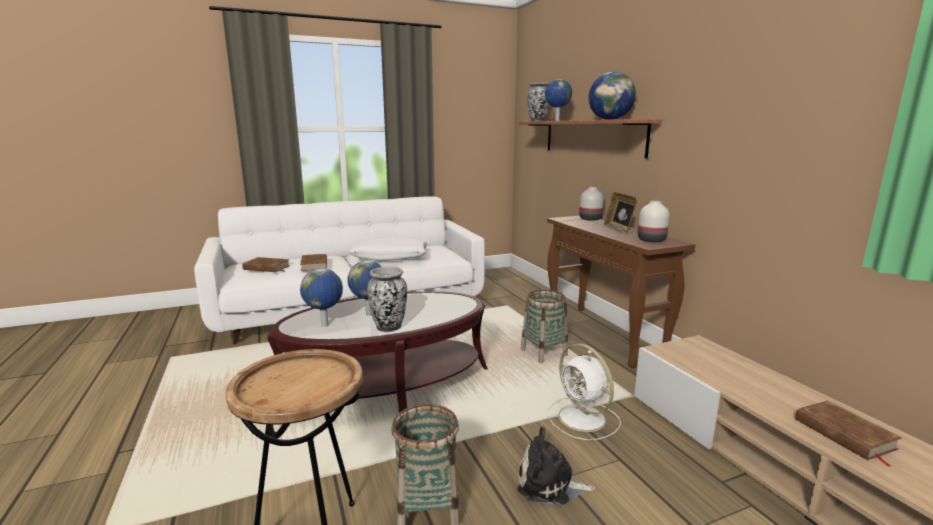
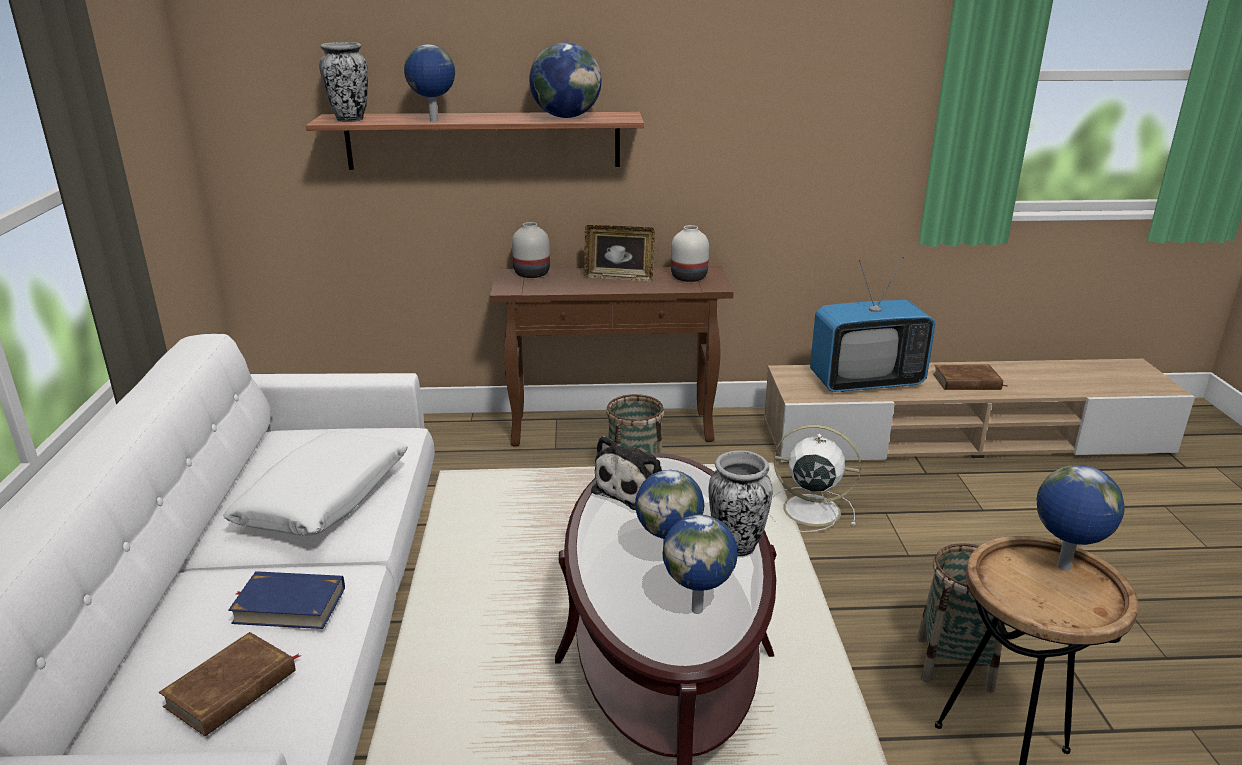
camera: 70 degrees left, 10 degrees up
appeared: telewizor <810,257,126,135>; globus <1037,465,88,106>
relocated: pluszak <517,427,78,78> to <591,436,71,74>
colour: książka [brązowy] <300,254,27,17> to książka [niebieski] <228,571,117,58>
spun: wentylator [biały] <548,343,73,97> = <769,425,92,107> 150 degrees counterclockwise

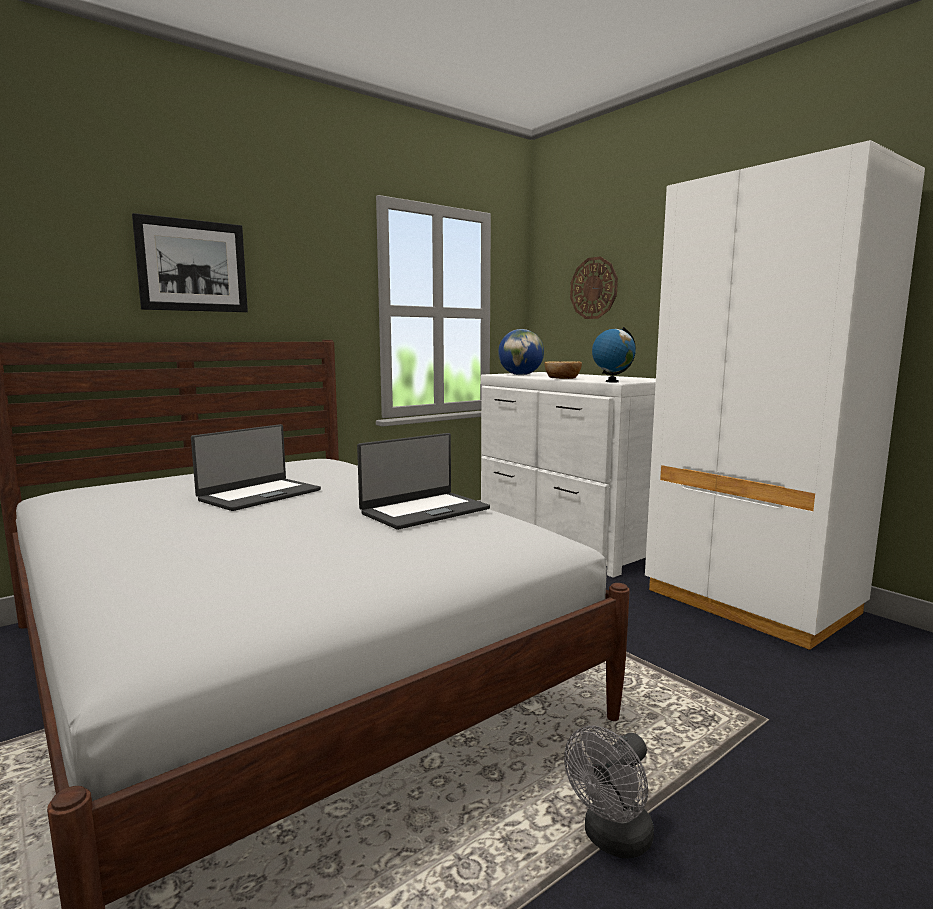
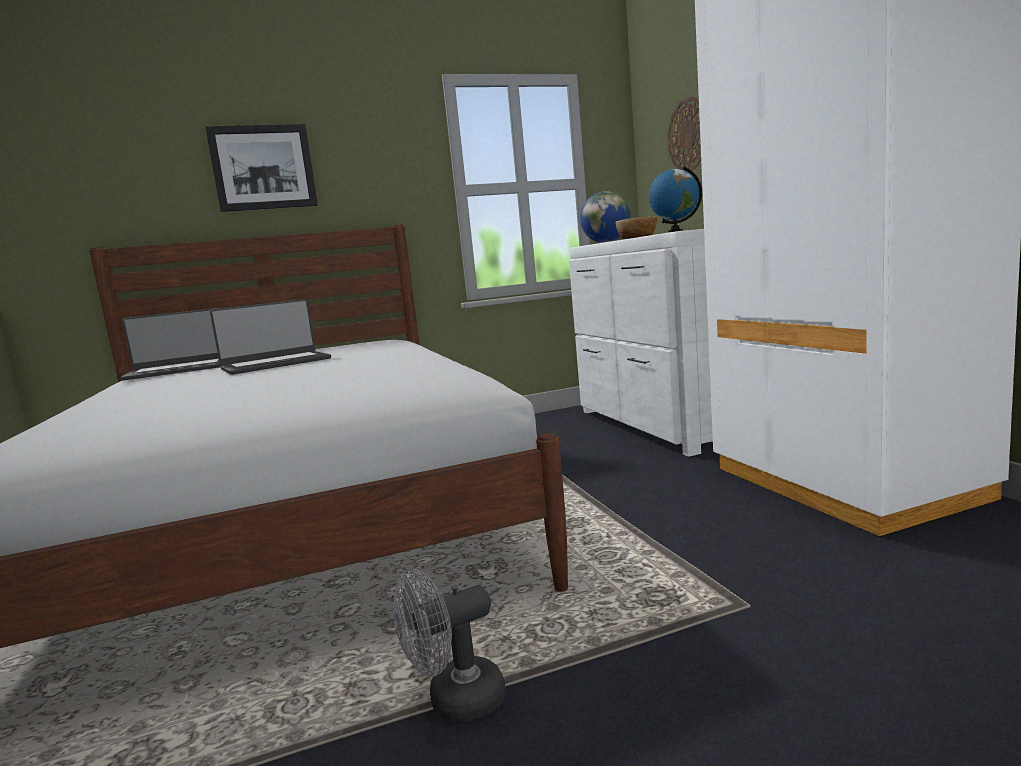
camera: 20 degrees right, 0 degrees up
relocated: laptop <357,433,133,97> to <121,308,100,72>

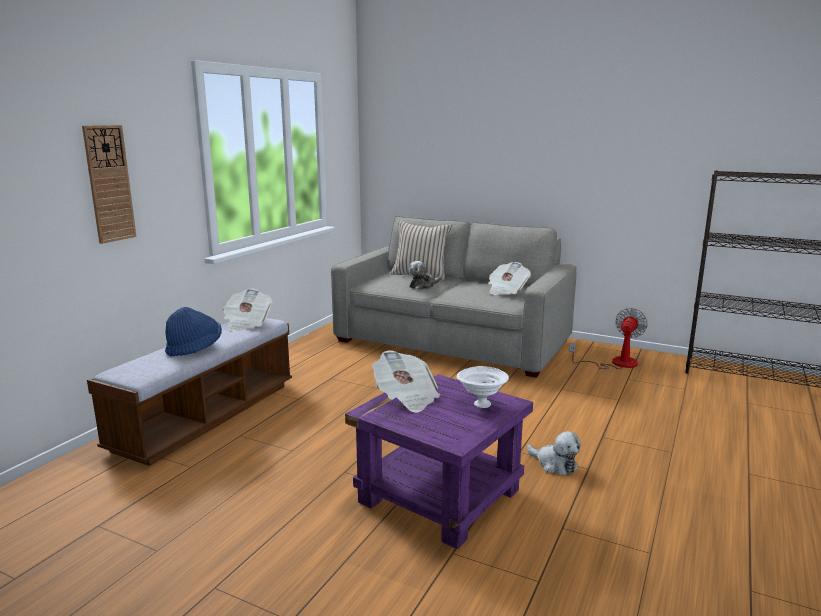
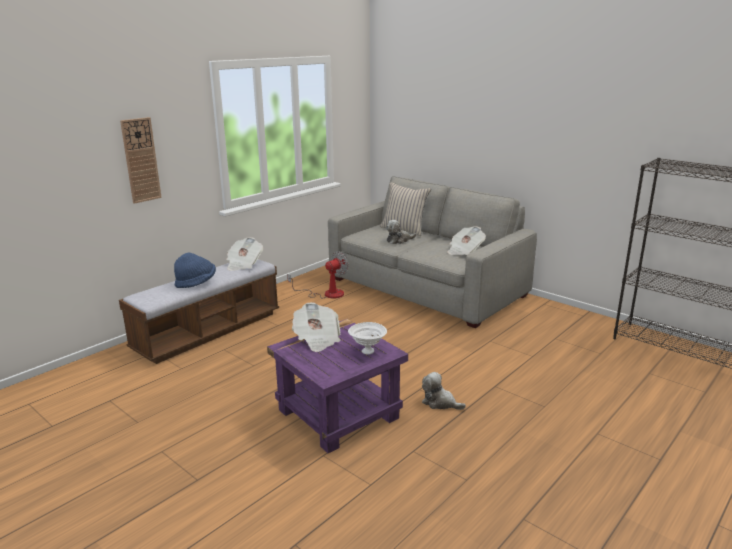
camera: 15 degrees right, 5 degrees up
relocated: wentylator <569,308,79,61> to <287,251,62,48>
spun: pluszak <527,431,54,44> = <422,372,44,38> 150 degrees clockwise

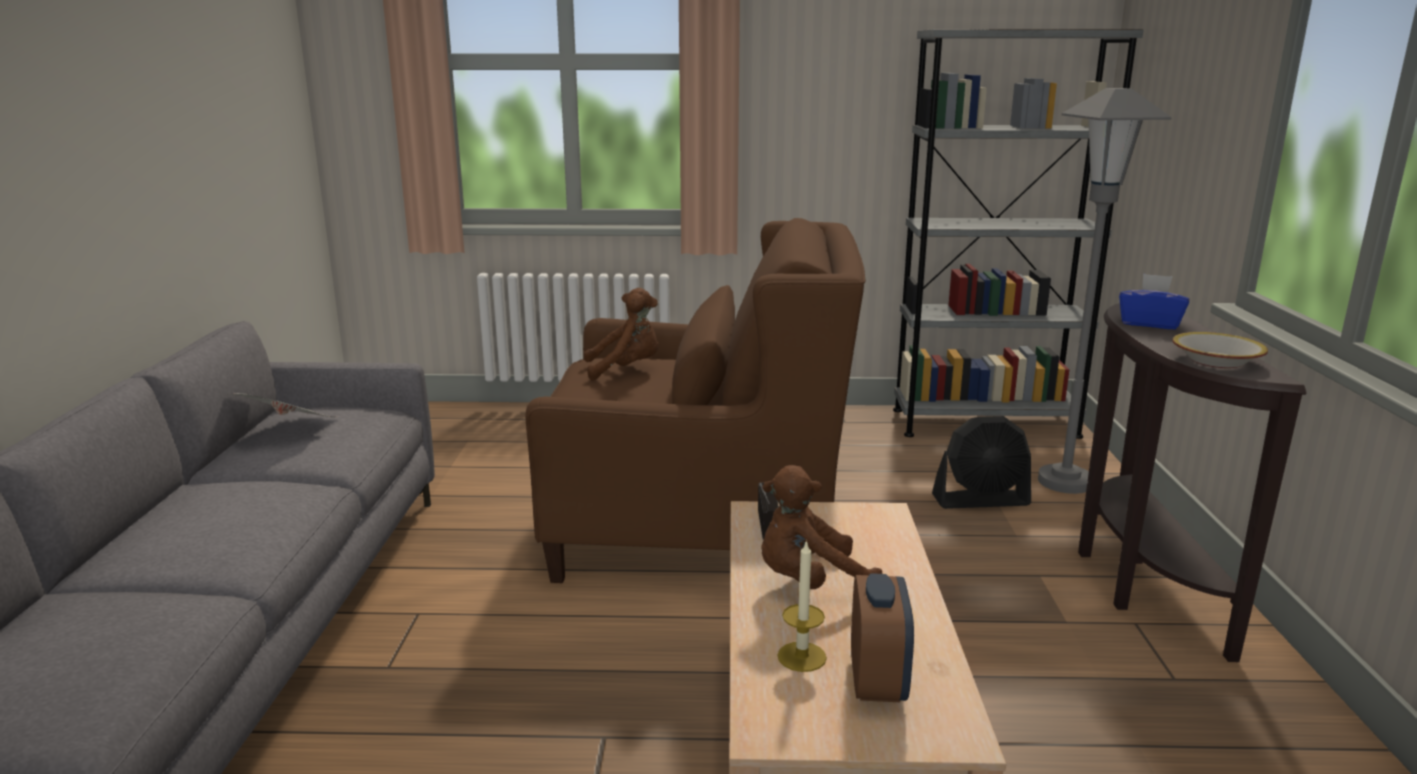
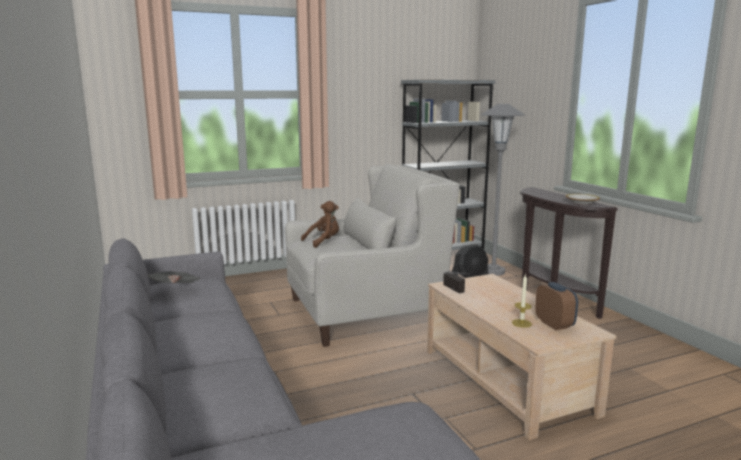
camera: 25 degrees left, 5 degrees down
missing: pluszak [brązowy] <761,465,121,124>; pudełko chusteczek [niebieski] <1119,273,70,56>
colour: fotel [brązowy] <525,218,341,365> to fotel [biały] <285,164,175,183>

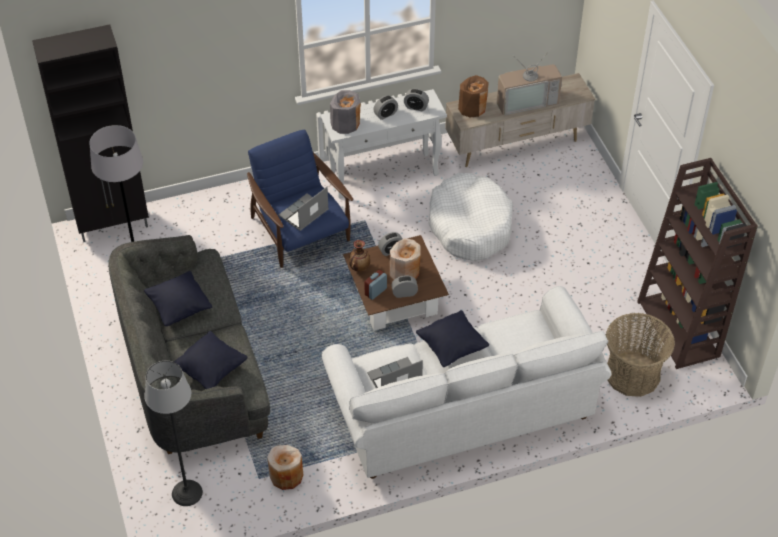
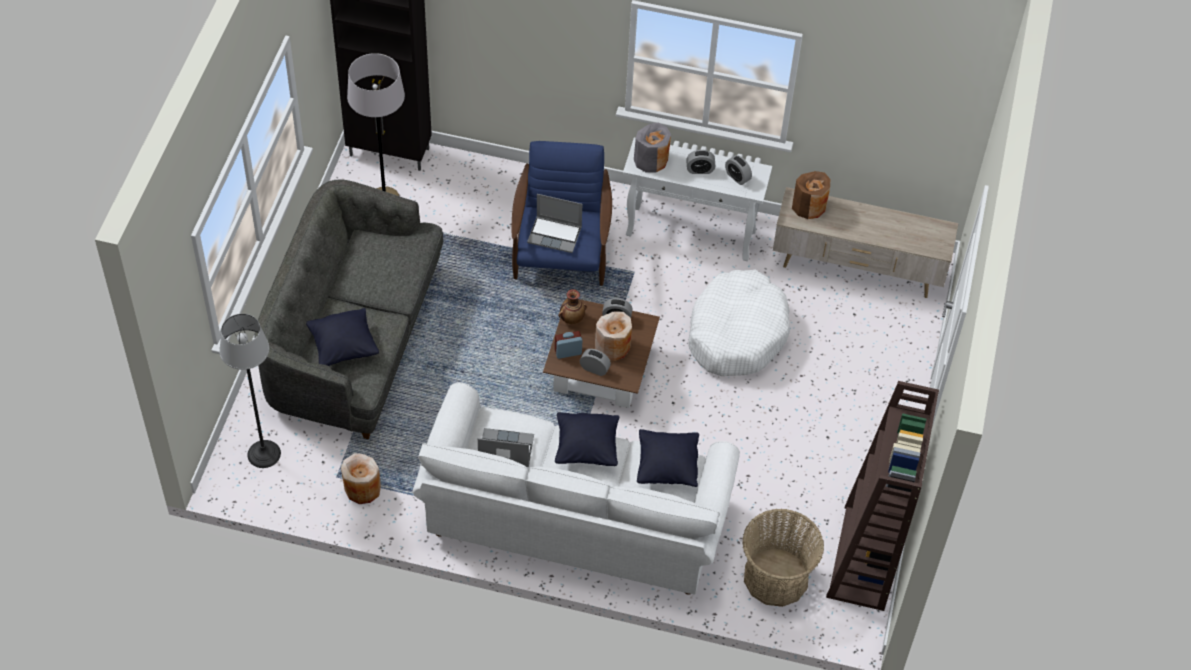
camera: 30 degrees right, 5 degrees up
missing: telewizor <497,50,65,65>
relocated: poduszka [czarny] <144,271,68,55> to <637,429,62,58>
spun: laptop <278,187,51,44> = <527,194,55,59> 150 degrees counterclockwise

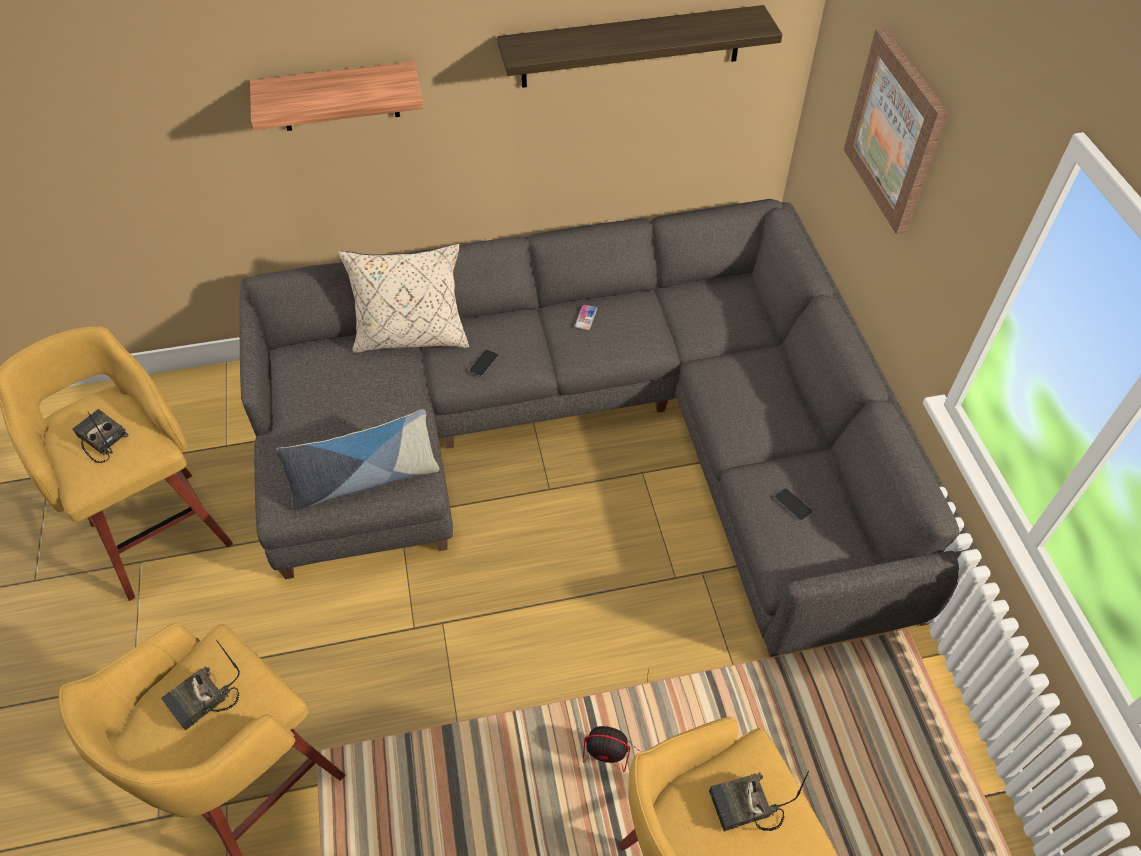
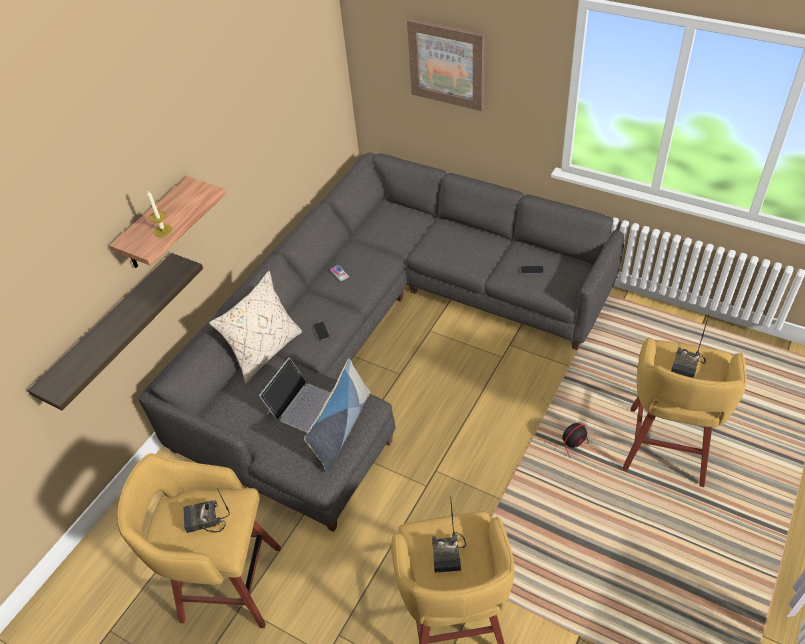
camera: 45 degrees left, 5 degrees down
appeared: świeca <147,191,26,46>; laptop <259,357,72,76>
relocated: półka <497,5,285,83> to <27,253,176,158>

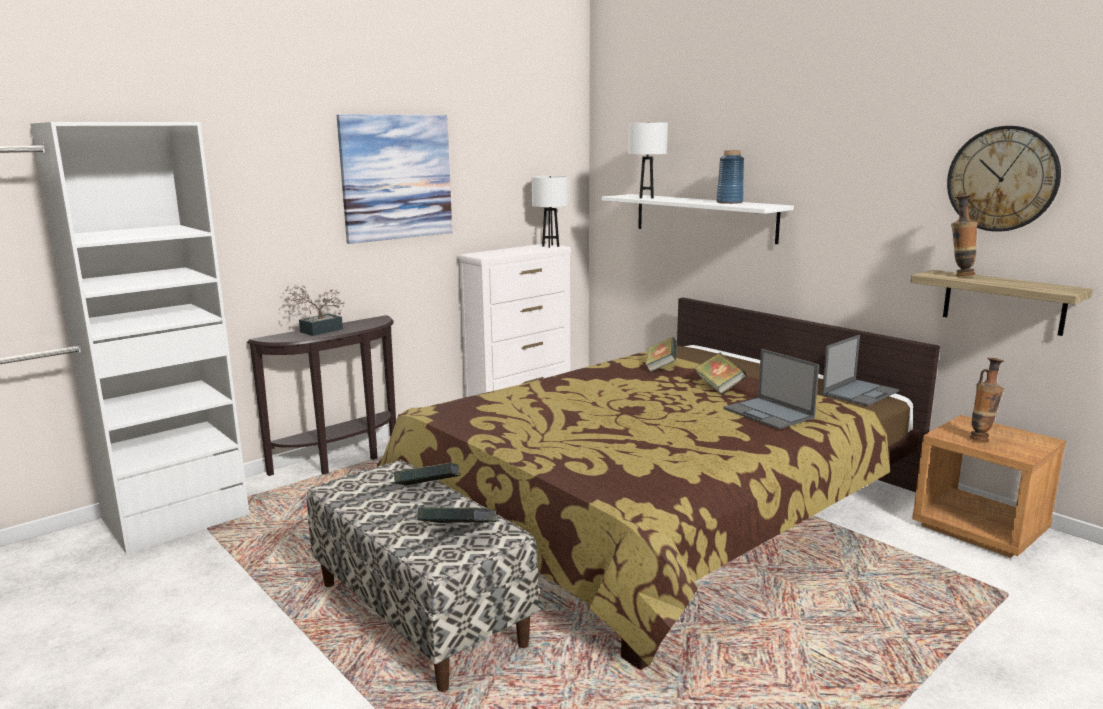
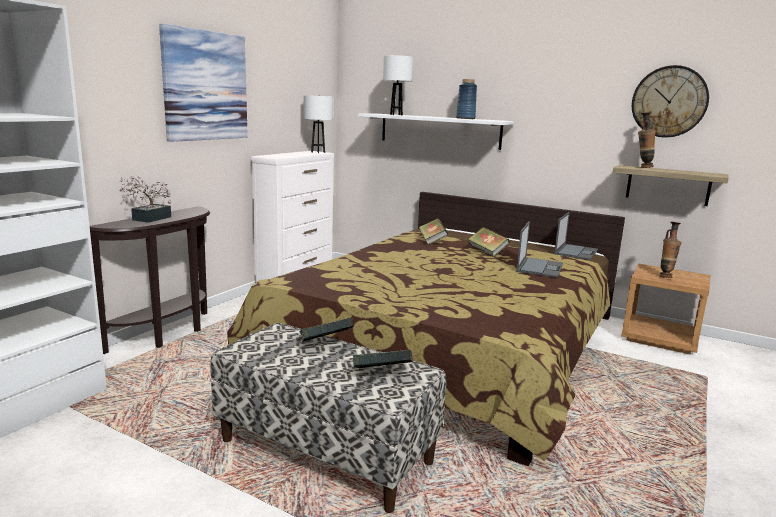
camera: 20 degrees left, 0 degrees up
spun: laptop <723,349,96,81> = <516,221,47,57> 105 degrees counterclockwise

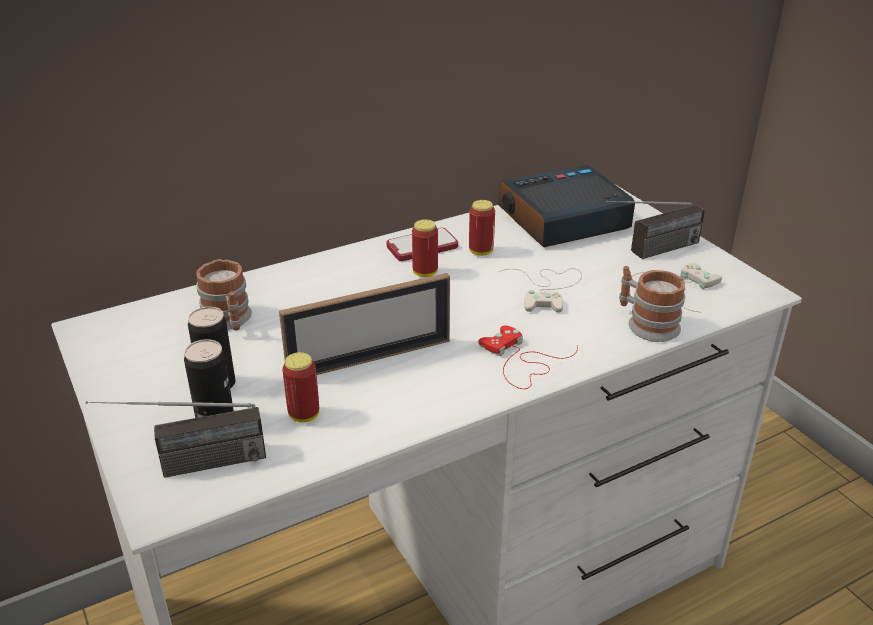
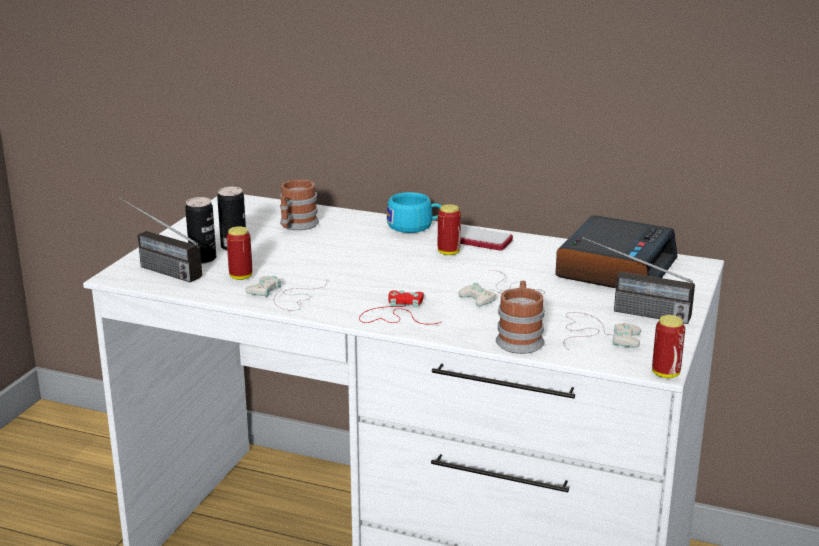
camera: 50 degrees right, 10 degrees down
missing: ramka na zdjęcie <279,273,171,102>
appeared: pad do gier [biały] <246,276,81,35>; filiżanka [turkusowy] <387,192,55,41>
relocated: puszka <469,200,26,56> to <652,315,33,63>
spun: budzik <498,165,137,82> = <555,215,123,73> 90 degrees clockwise

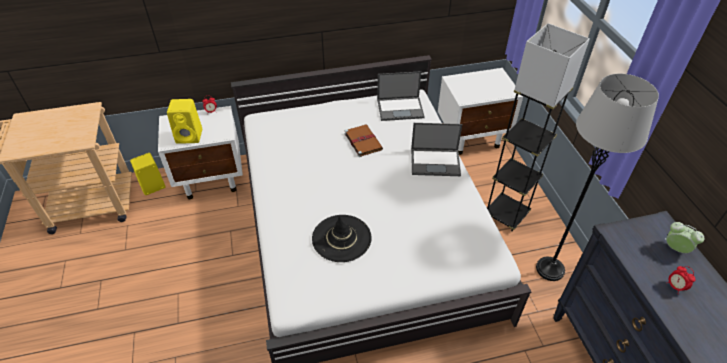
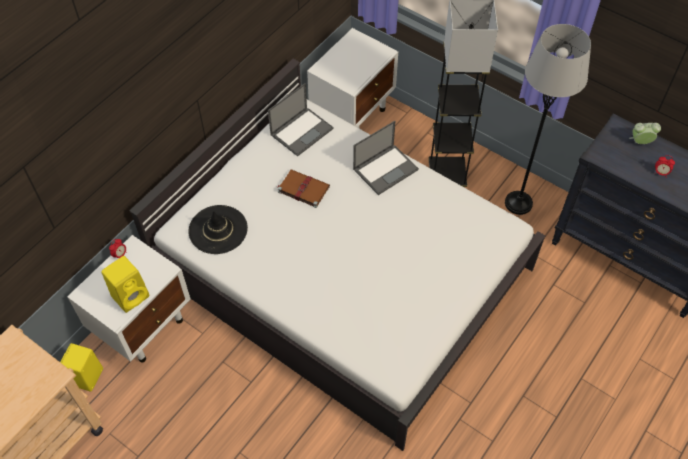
camera: 40 degrees left, 10 degrees up
relocated: kapelusz [czarny] <312,215,60,47> to <189,205,59,49>

